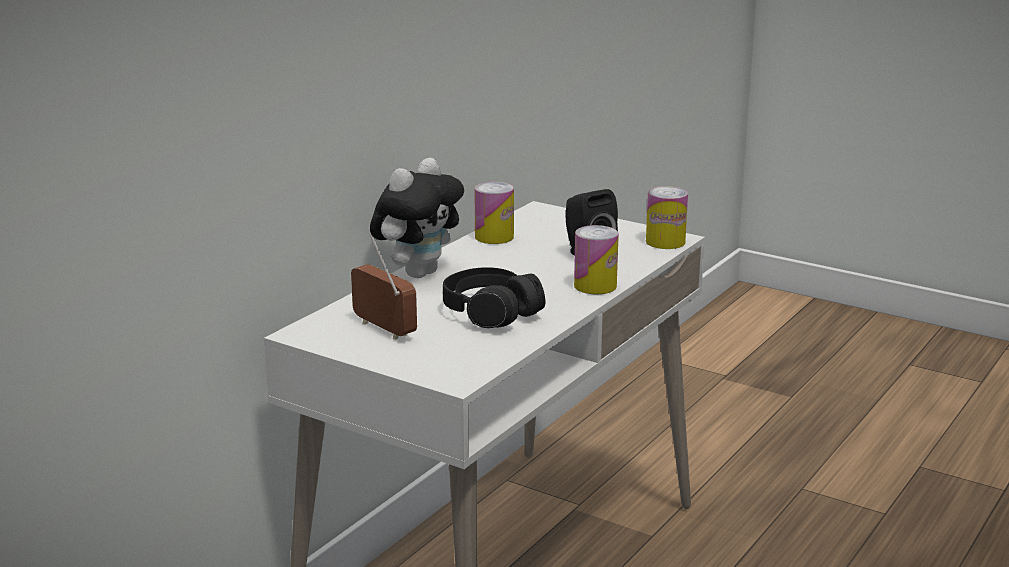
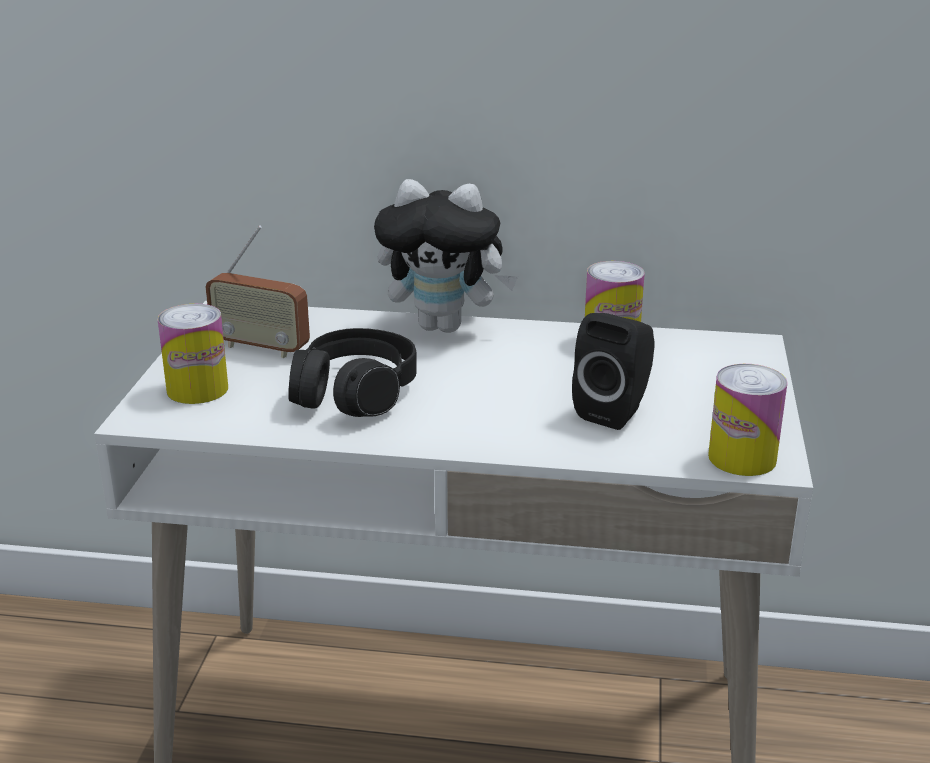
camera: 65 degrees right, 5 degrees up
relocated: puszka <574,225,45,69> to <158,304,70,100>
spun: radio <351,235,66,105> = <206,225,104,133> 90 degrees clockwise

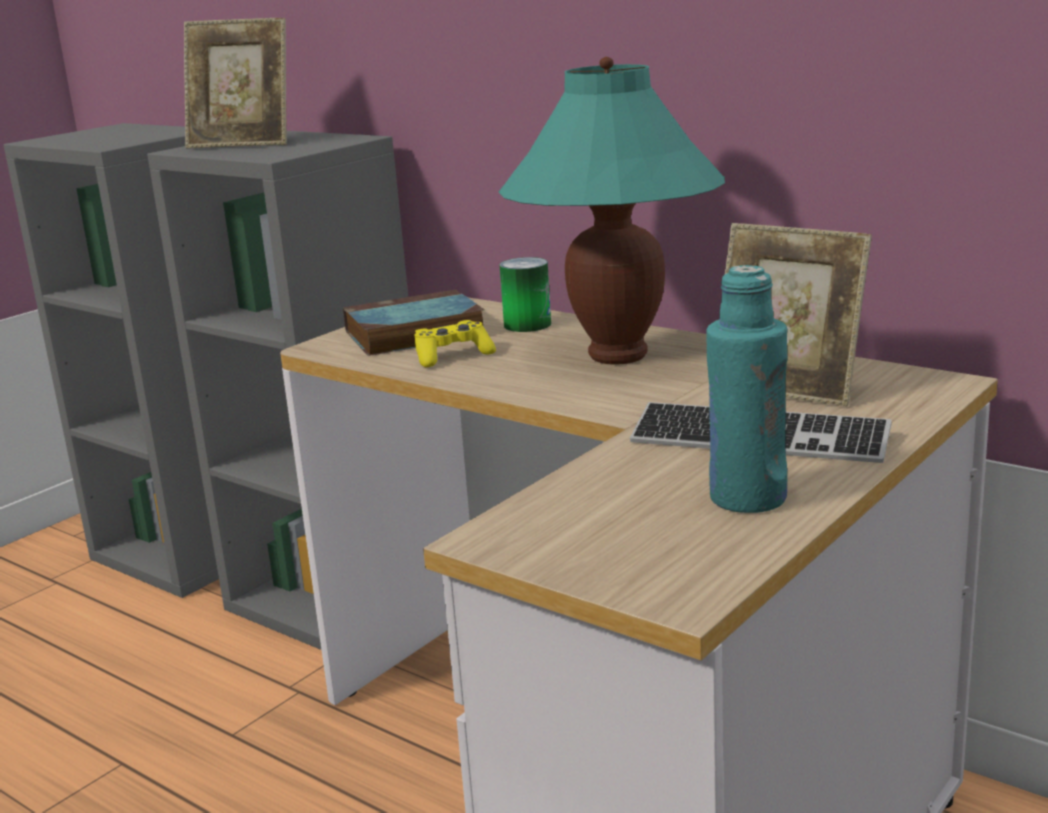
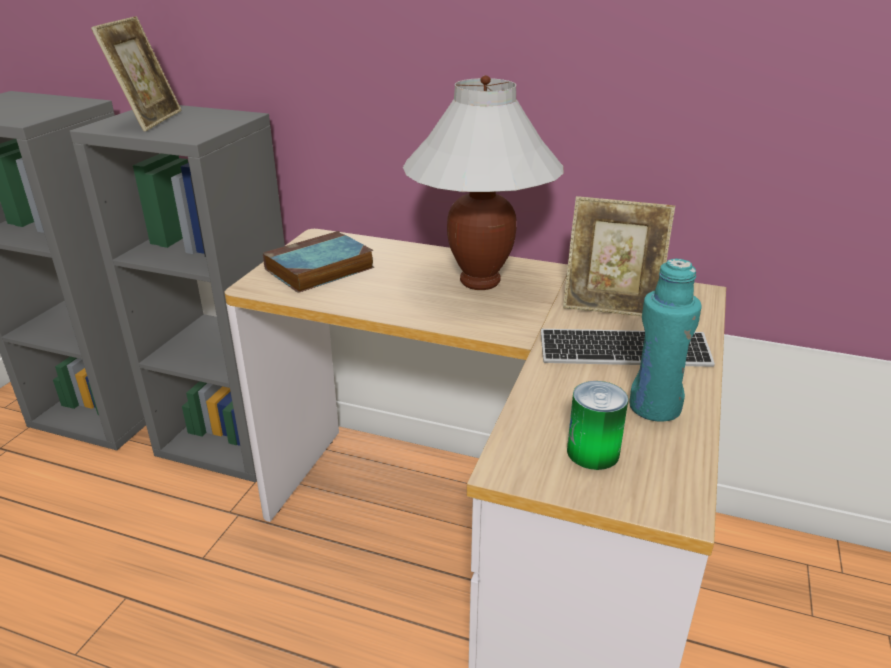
camera: 20 degrees left, 10 degrees up
missing: pad do gier [żółty] <414,320,82,47>
relocated: puszka <500,257,51,75> to <567,381,61,89>
colour: lampa stołowa [turkusowy] <499,57,226,308> to lampa stołowa [biały] <403,75,161,215>
spun: ramka na zdjęcie <184,18,103,131> = <91,16,91,116> 75 degrees counterclockwise

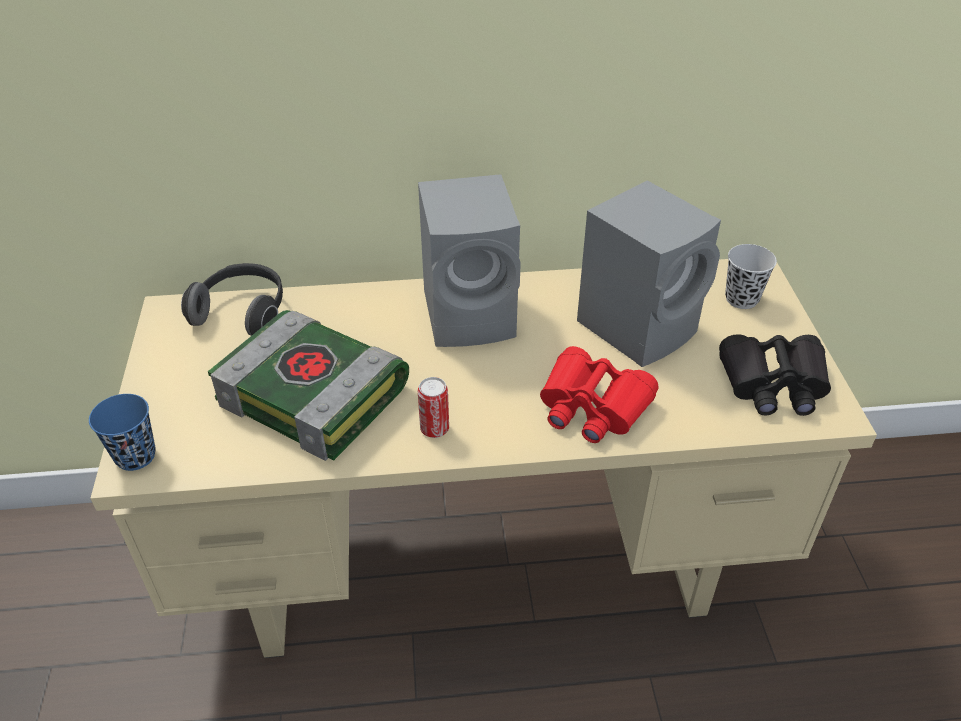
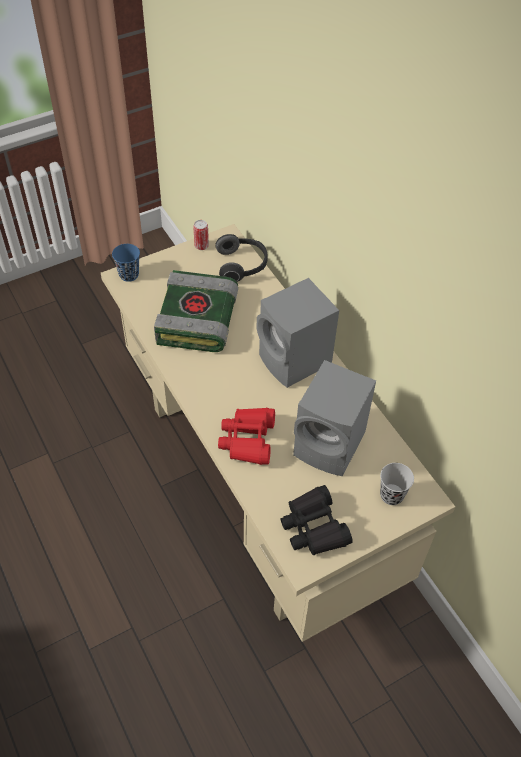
camera: 65 degrees right, 10 degrees up
relocated: puszka <418,377,31,61> to <193,220,16,30>

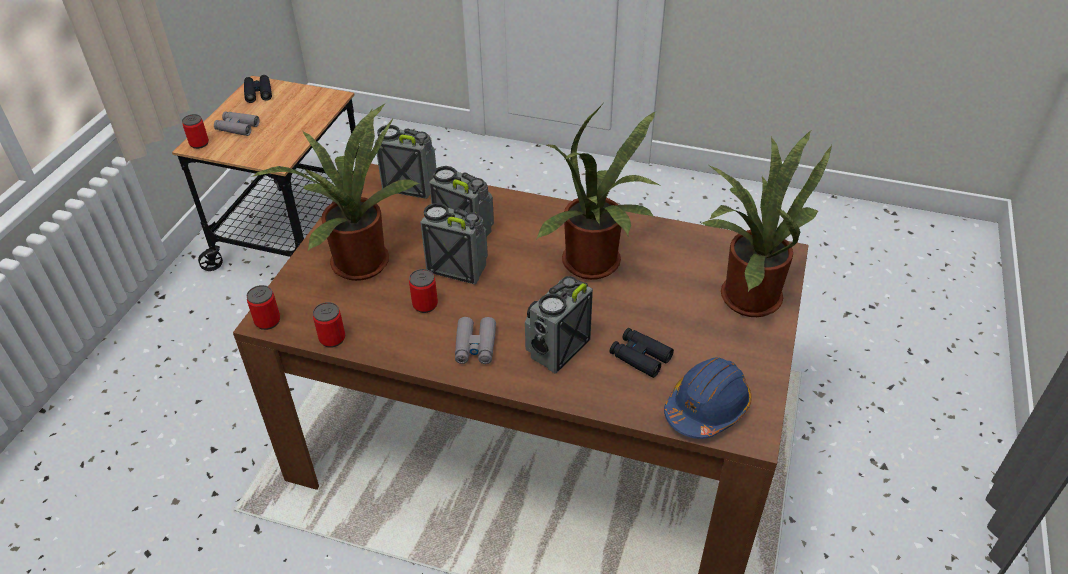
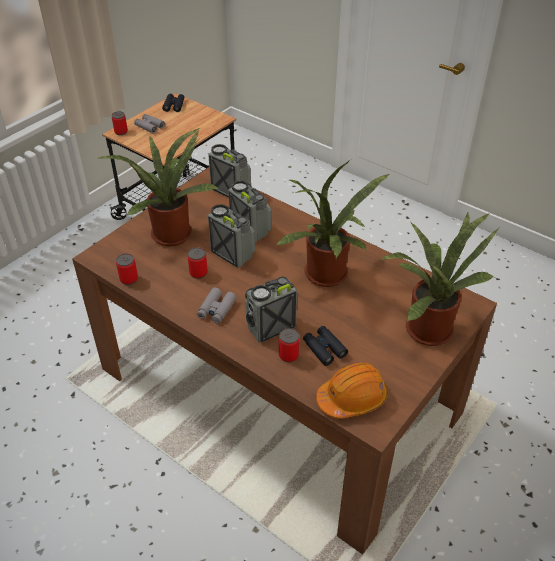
camera: 20 degrees right, 0 degrees up
relocated: puszka <246,285,34,45> to <279,328,21,34>
colour: kask [niebieski] <664,357,88,82> to kask [pomarańczowy] <316,363,72,56>

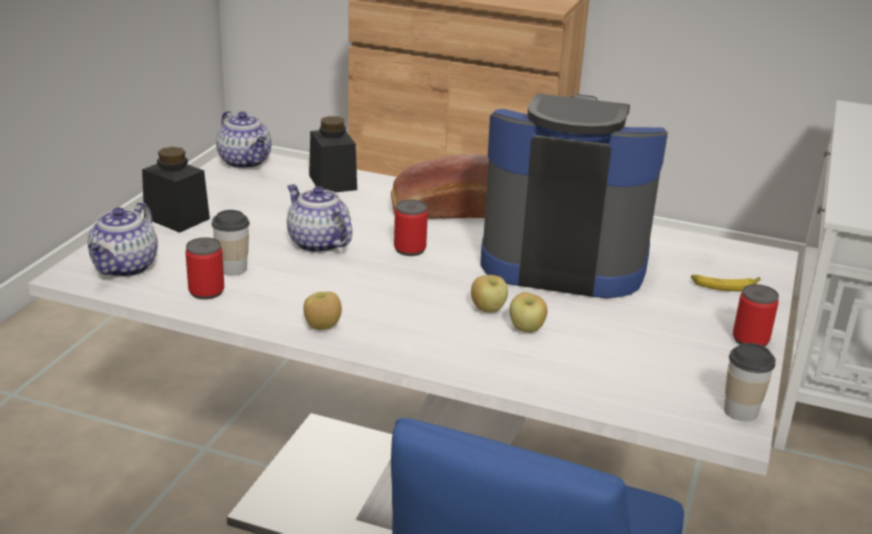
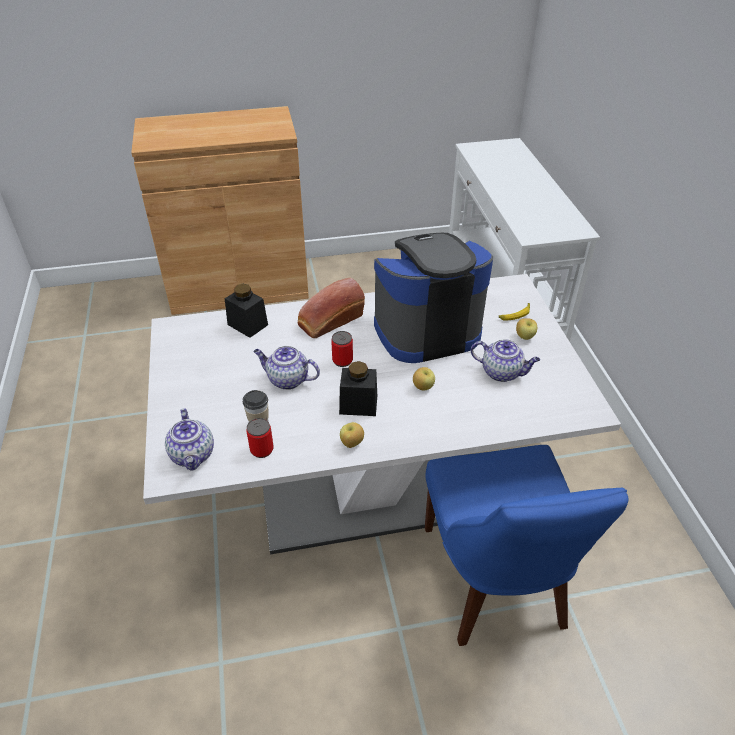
camera: 30 degrees left, 15 degrees up
missing: filiżanka <724,343,52,78>; puszka <733,284,46,63>
relocated: słoik [czarny] <142,147,68,86> to <339,361,38,55>; imbryk <216,111,56,58> to <471,339,69,43>; jabłko <509,292,39,41> to <516,318,21,22>

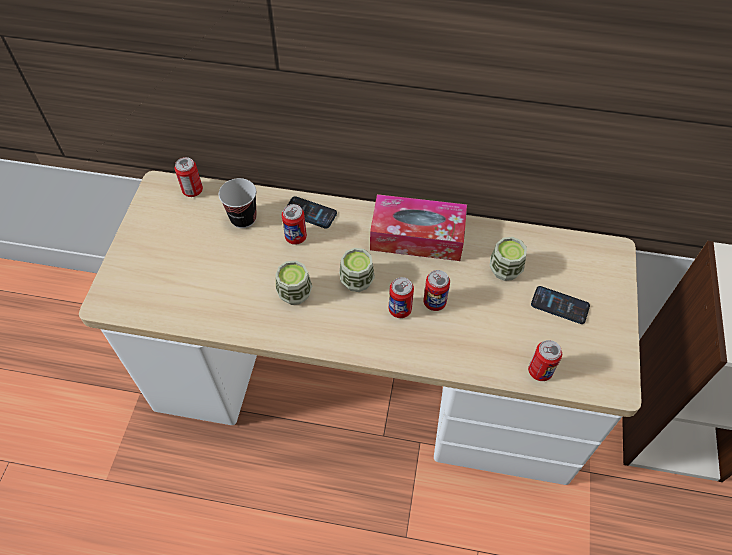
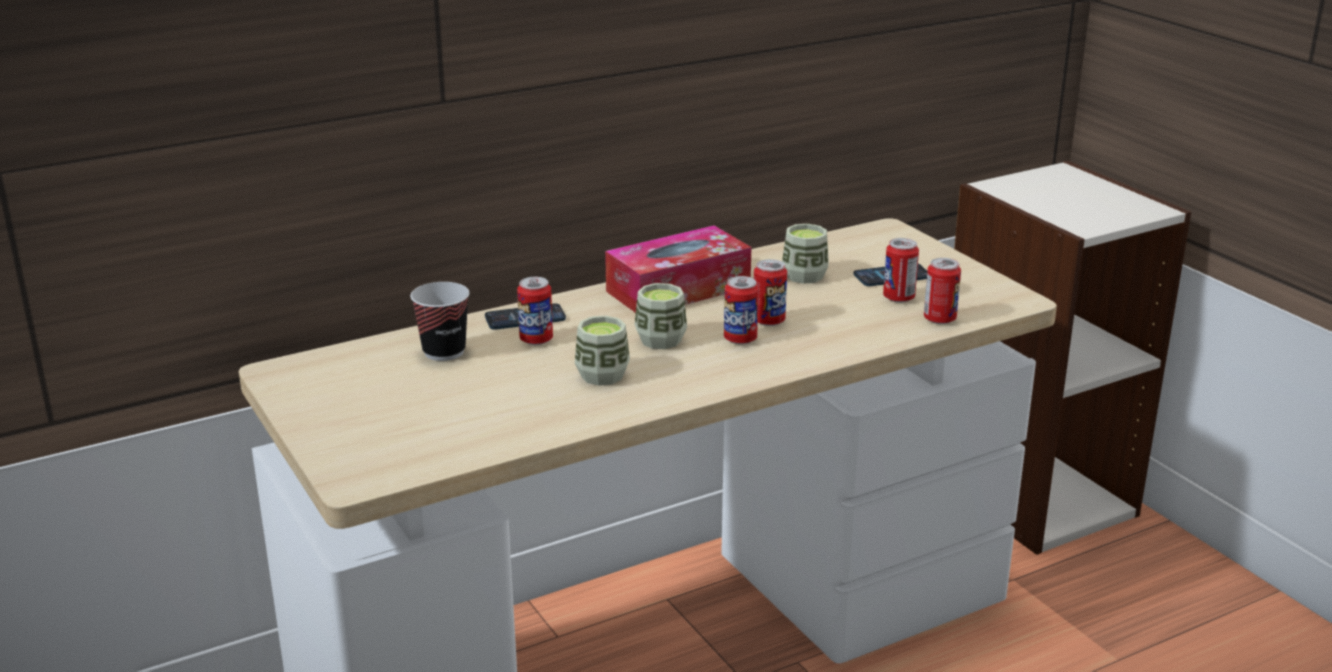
camera: 40 degrees left, 30 degrees down
relocated: puszka <175,157,28,40> to <883,238,36,65>

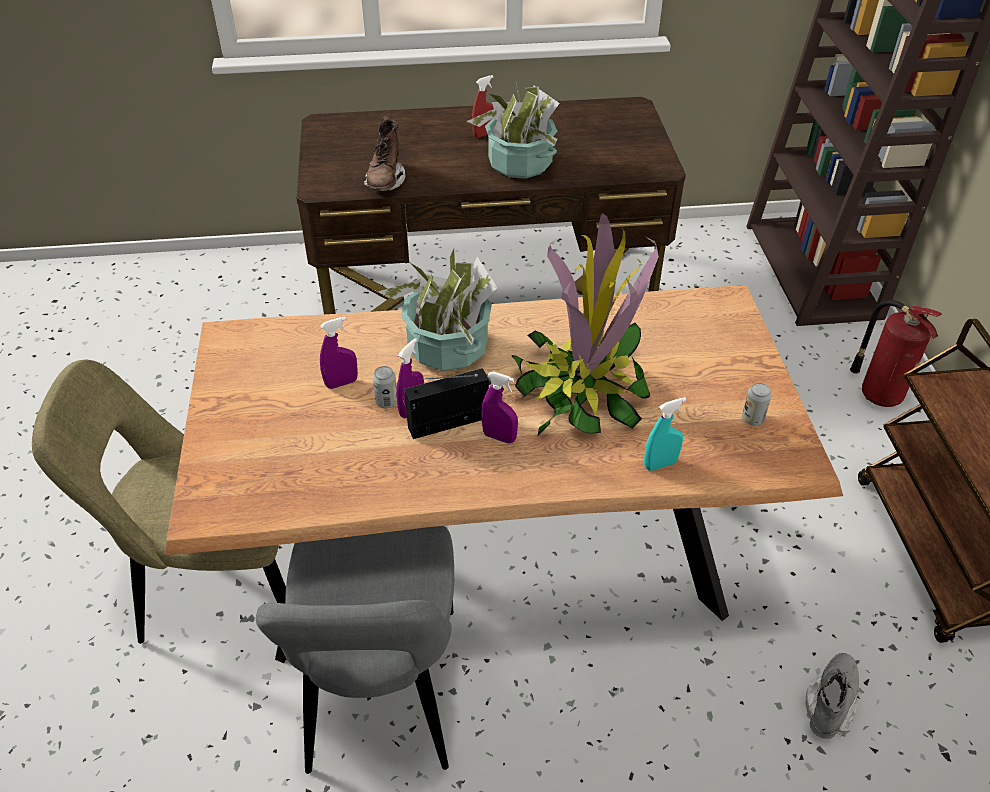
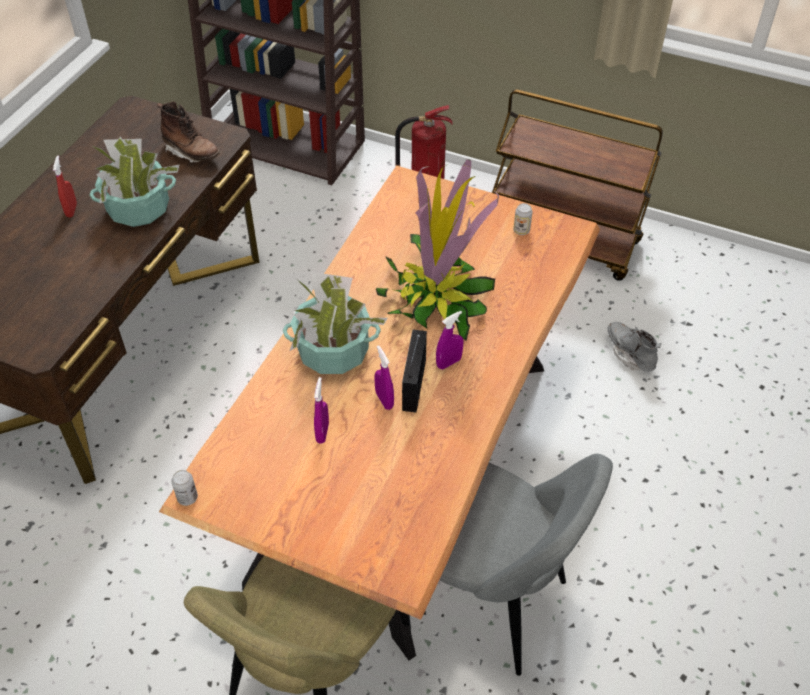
camera: 60 degrees left, 5 degrees up
missing: spryskiwacz [turkusowy] <644,397,43,74>
relocated: but z cholewką [brązowy] <363,116,42,75> to <157,102,63,61>; puszka <373,366,24,42> to <171,470,27,36>

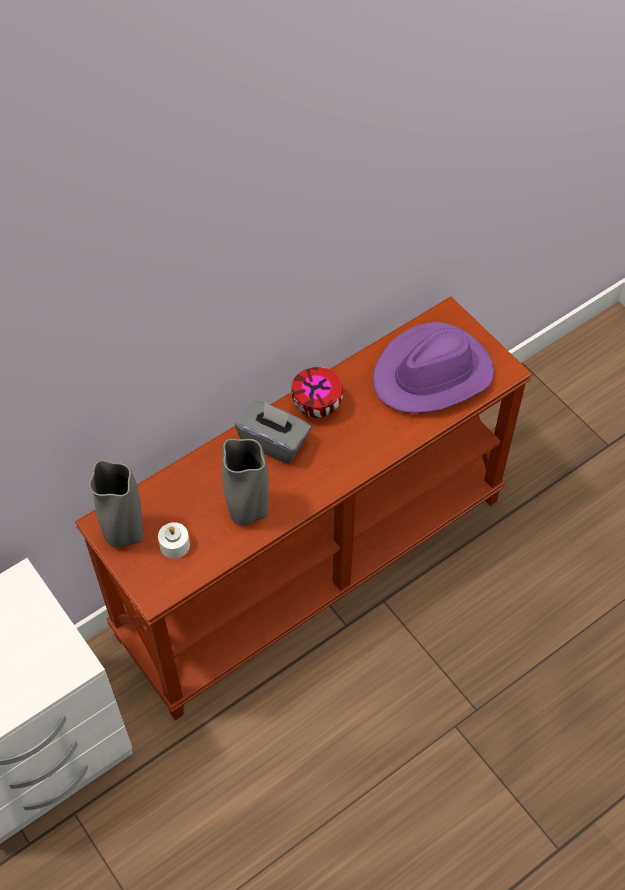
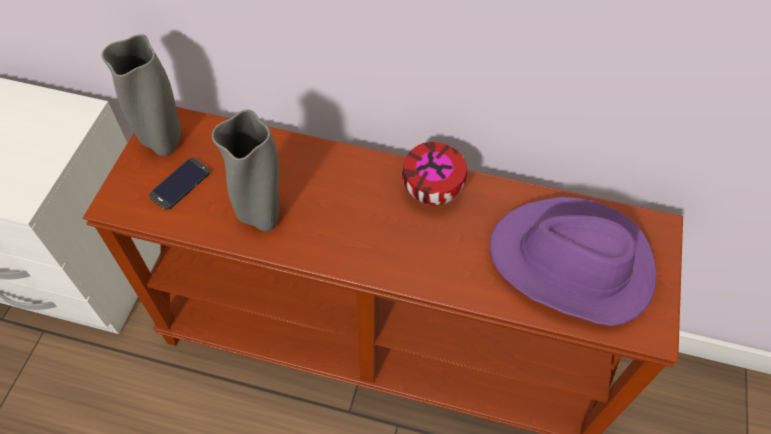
camera: 50 degrees right, 0 degrees up
missing: pudełko chusteczek [szary] <235,401,76,63>
exchanged: świeca [biały] <158,522,32,37> to telefon <149,158,62,52>

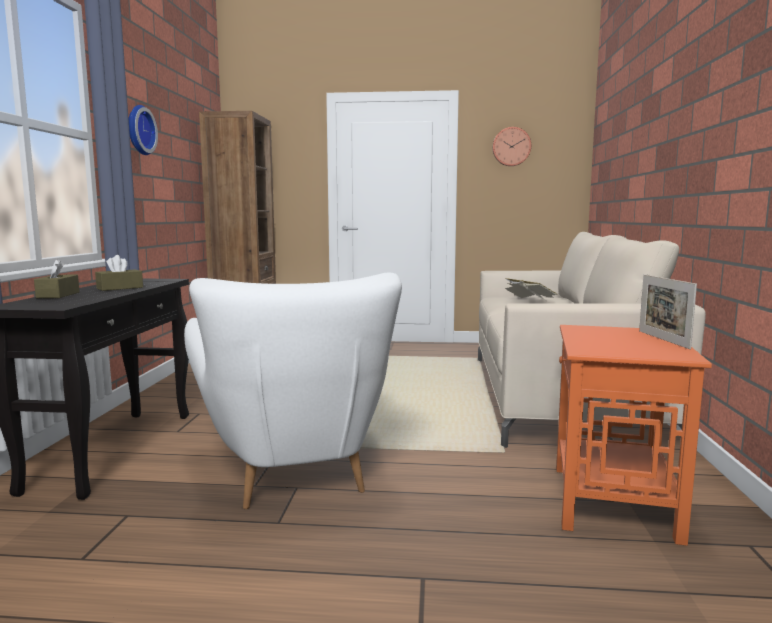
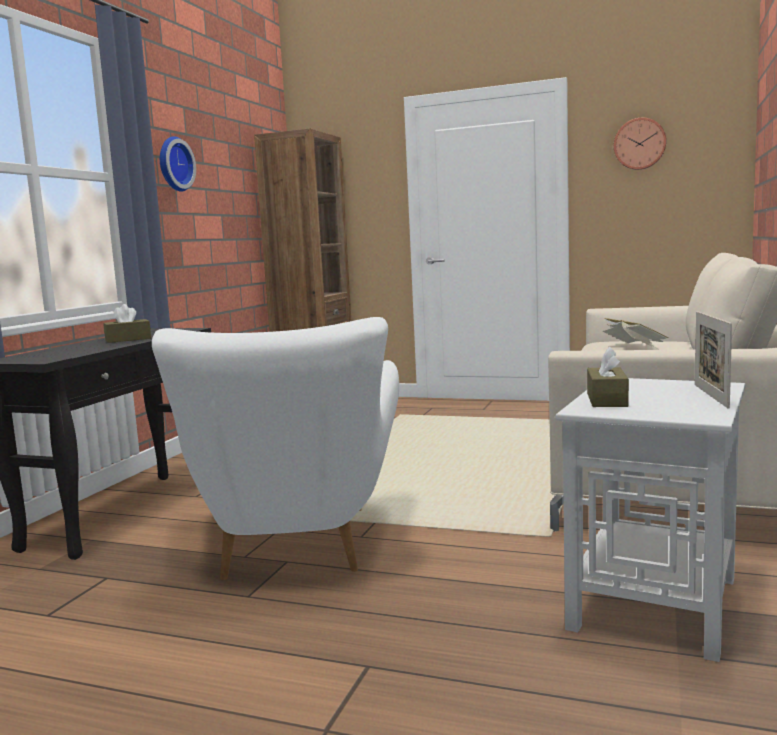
camera: 15 degrees right, 0 degrees up
relocated: pudełko chusteczek [brązowy] <34,259,46,39> to <587,346,42,61>
colour: stolik [pomarańczowy] <556,325,156,221> to stolik [biały] <555,378,191,284>

